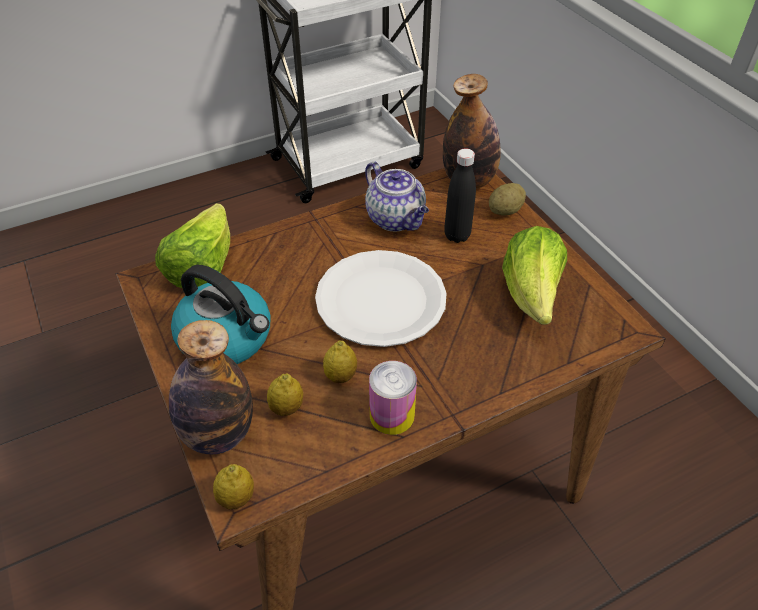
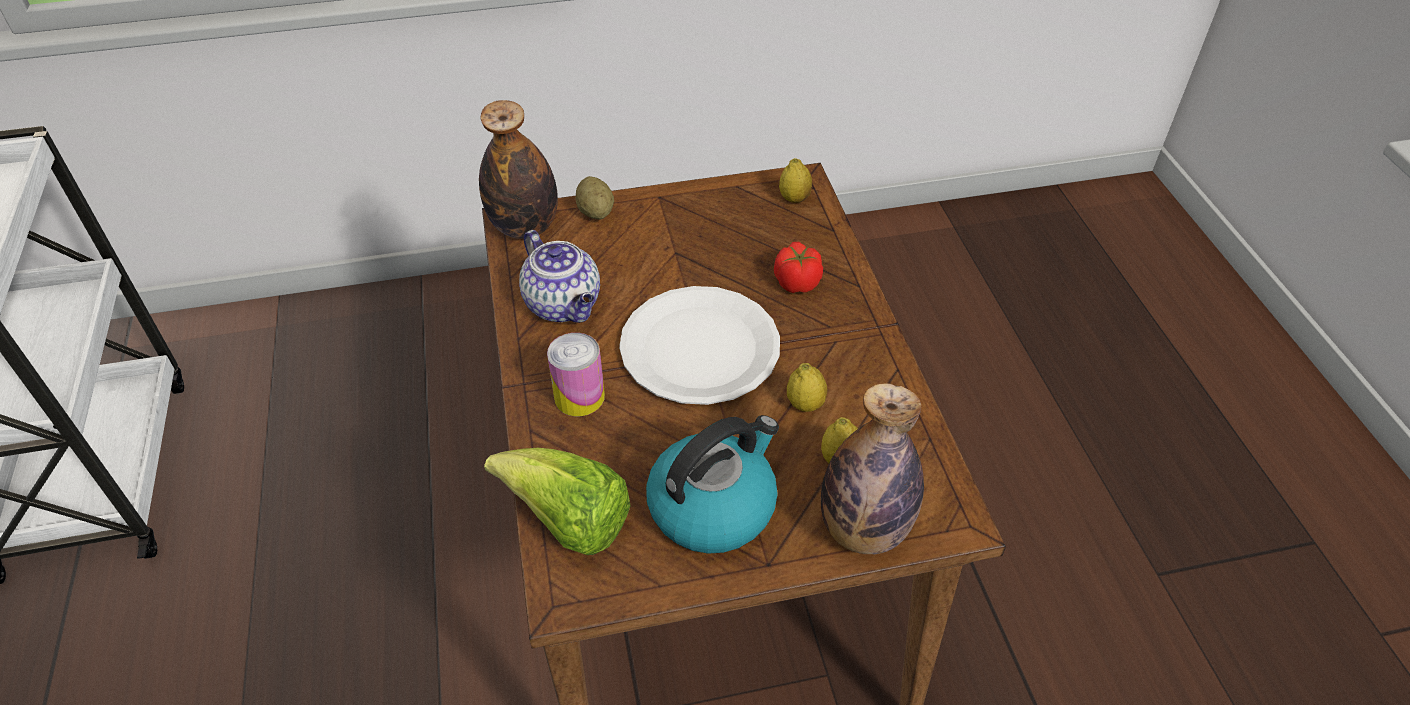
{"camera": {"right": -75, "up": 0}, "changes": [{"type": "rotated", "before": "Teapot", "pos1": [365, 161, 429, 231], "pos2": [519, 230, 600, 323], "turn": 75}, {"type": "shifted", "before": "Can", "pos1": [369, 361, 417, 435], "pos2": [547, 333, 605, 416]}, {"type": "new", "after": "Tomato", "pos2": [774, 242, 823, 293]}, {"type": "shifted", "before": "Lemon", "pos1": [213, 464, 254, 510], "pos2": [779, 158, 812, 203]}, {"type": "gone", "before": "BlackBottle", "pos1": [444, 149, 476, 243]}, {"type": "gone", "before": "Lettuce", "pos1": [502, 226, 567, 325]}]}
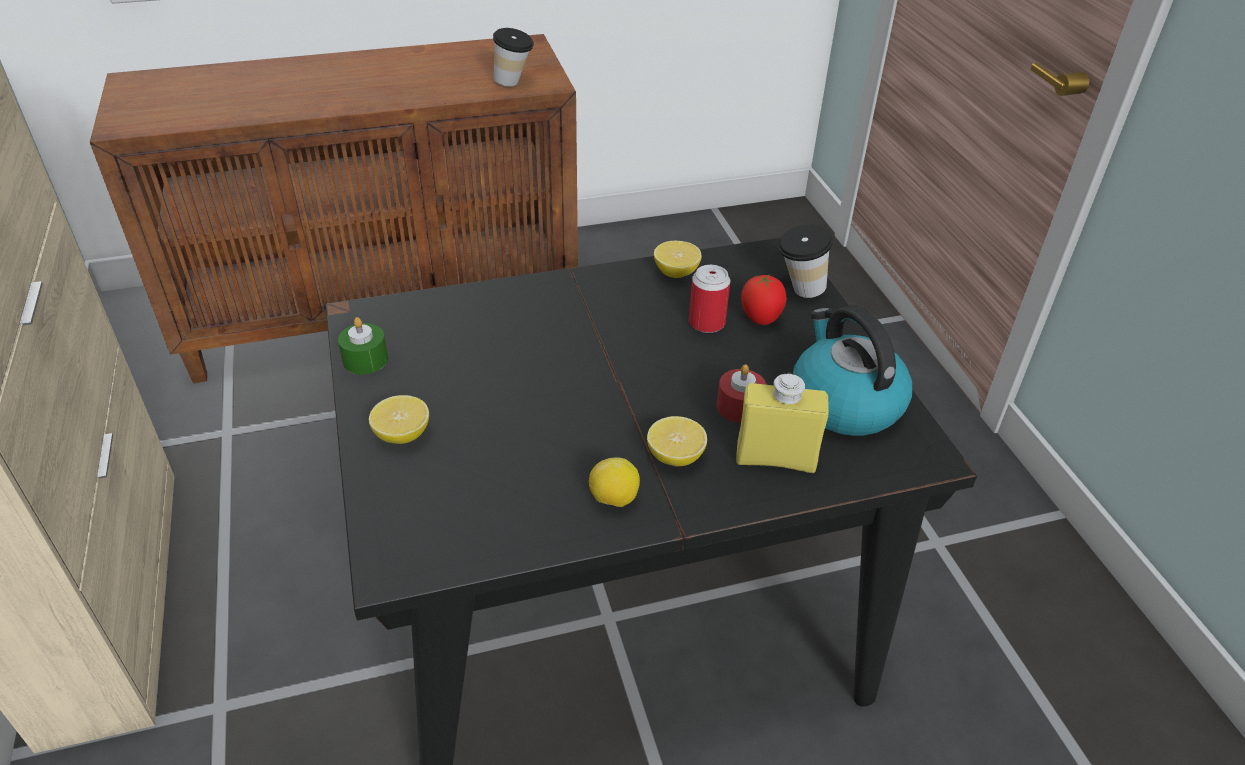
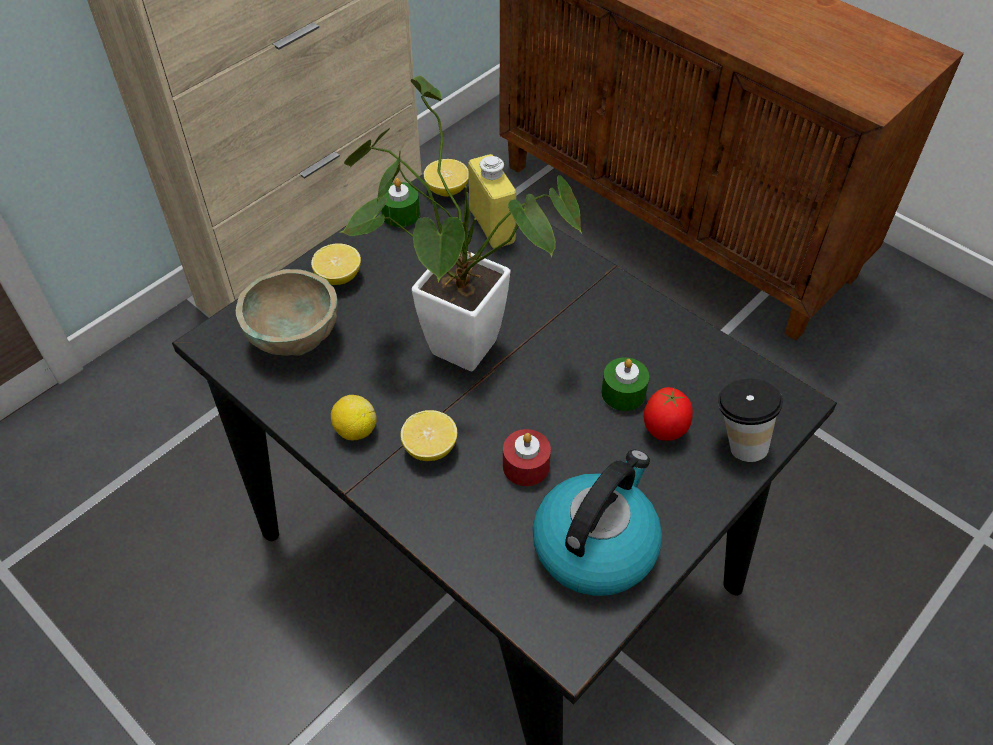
{"camera": {"right": 60, "up": 10}, "changes": [{"type": "new", "after": "BeigeBowl", "pos2": [236, 269, 338, 356]}, {"type": "new", "after": "PottedPlant", "pos2": [340, 75, 582, 371]}, {"type": "shifted", "before": "Lemon", "pos1": [654, 241, 702, 278], "pos2": [424, 159, 469, 196]}, {"type": "shifted", "before": "YellowBottle", "pos1": [736, 372, 829, 473], "pos2": [468, 154, 516, 248]}, {"type": "swapped", "before": "Can", "after": "GreenCandle", "pos1": [689, 265, 730, 333], "pos2": [601, 357, 649, 411]}, {"type": "gone", "before": "Cup", "pos1": [493, 28, 534, 87]}]}
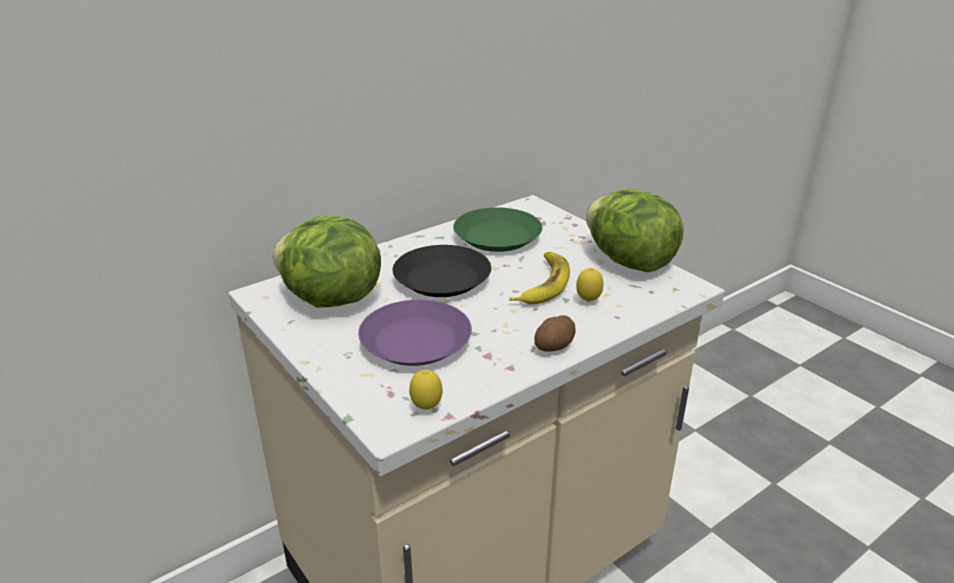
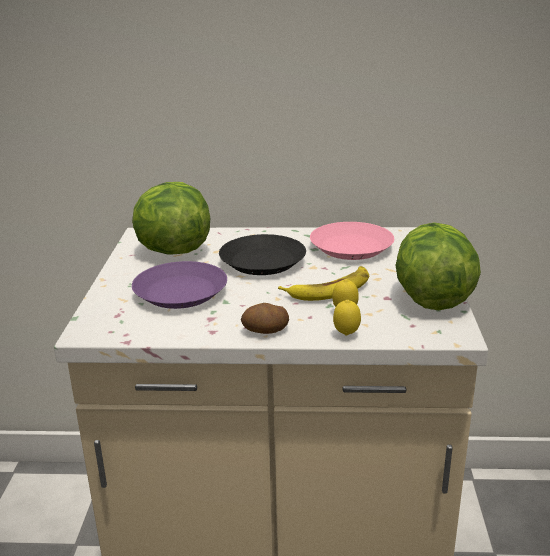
{"camera": {"right": 40, "up": -5}, "changes": [{"type": "repainted", "before": "GreenPlate", "after": "PinkPlate", "pos1": [453, 207, 542, 252], "pos2": [310, 222, 394, 260]}, {"type": "shifted", "before": "Lemon", "pos1": [409, 370, 443, 410], "pos2": [333, 300, 361, 335]}]}
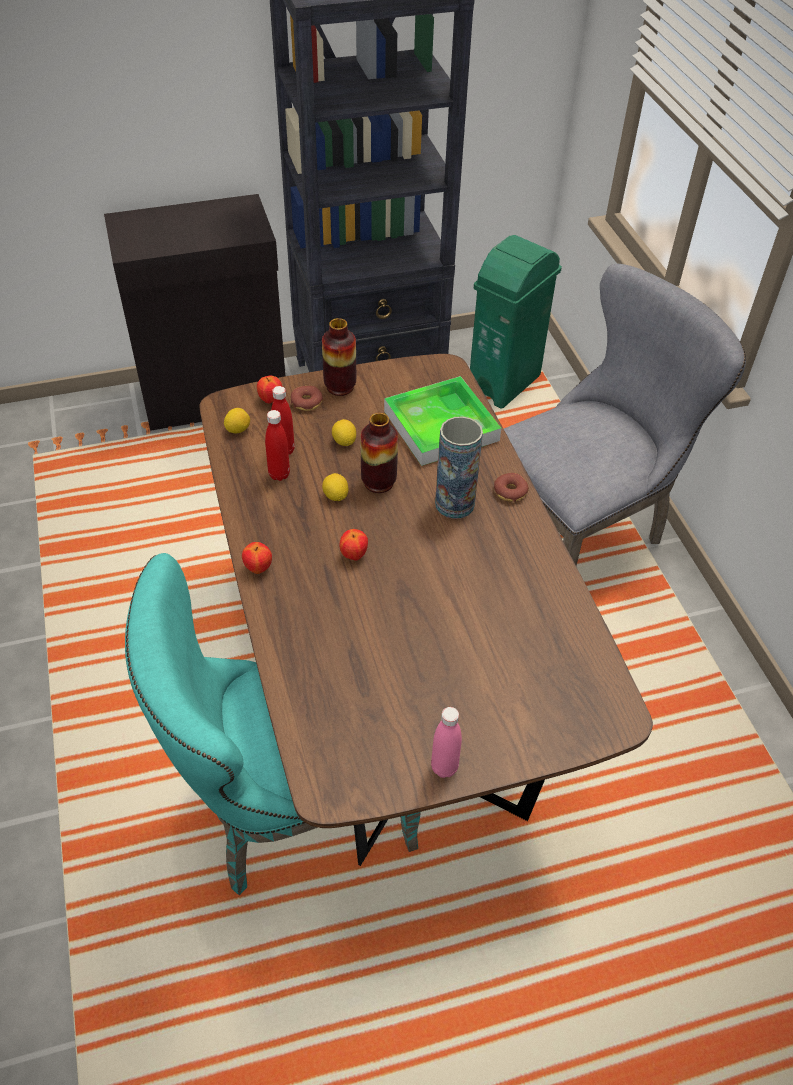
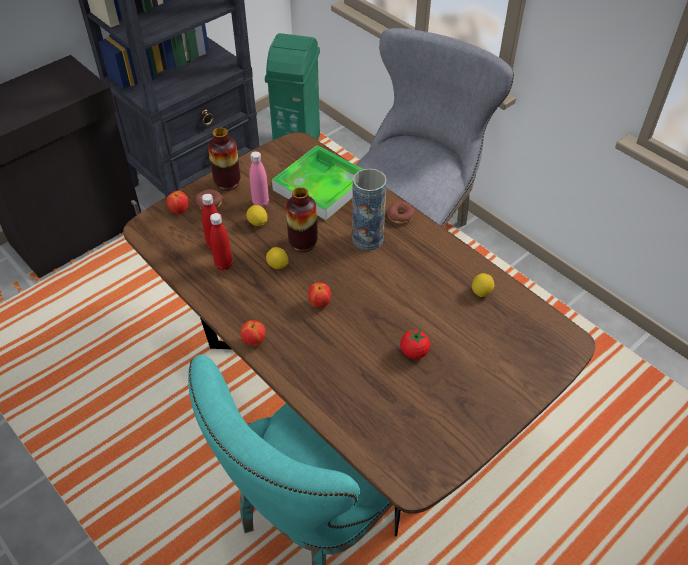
{"camera": {"right": -25, "up": 0}, "changes": [{"type": "shifted", "before": "PinkBottle", "pos1": [431, 707, 462, 778], "pos2": [249, 151, 269, 207]}, {"type": "new", "after": "Tomato", "pos2": [400, 329, 430, 359]}, {"type": "shifted", "before": "Lemon", "pos1": [224, 408, 250, 433], "pos2": [472, 273, 494, 297]}]}
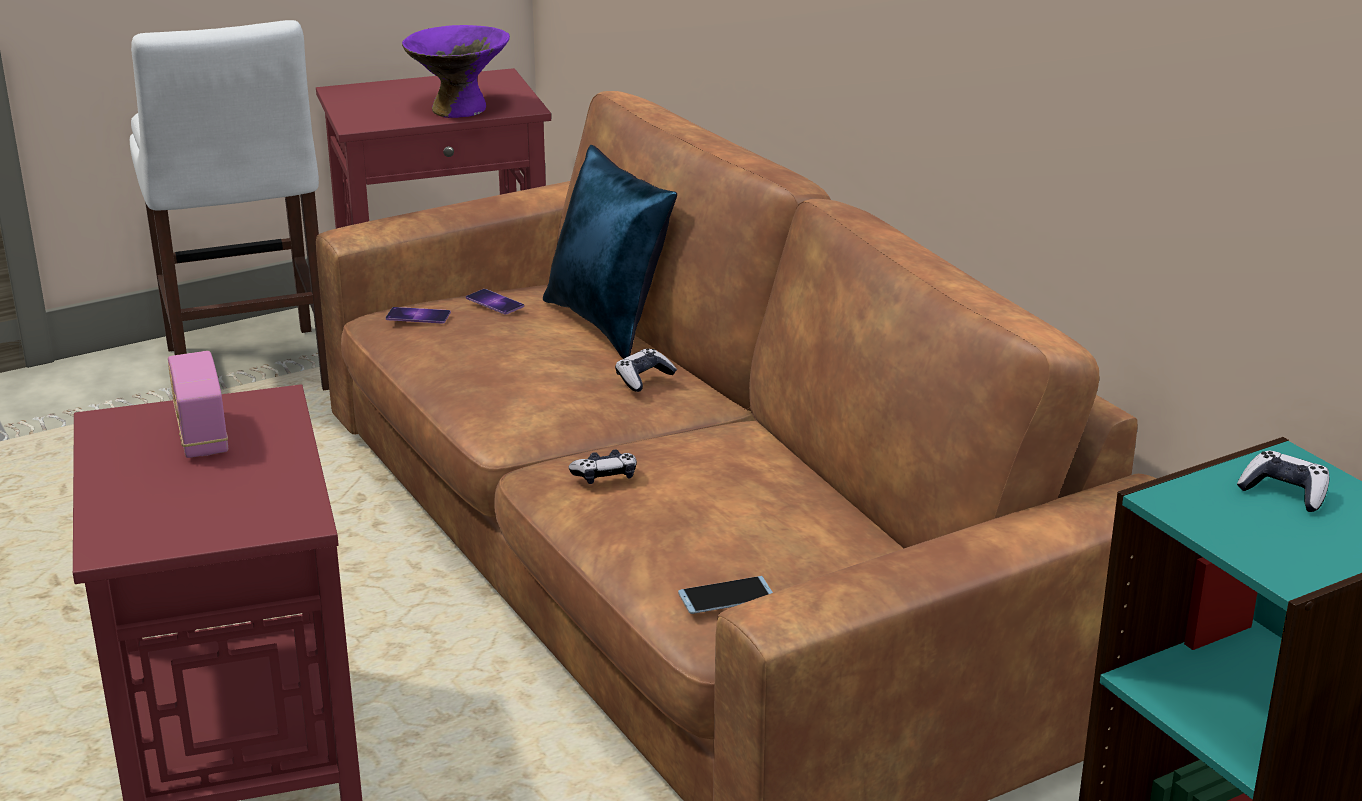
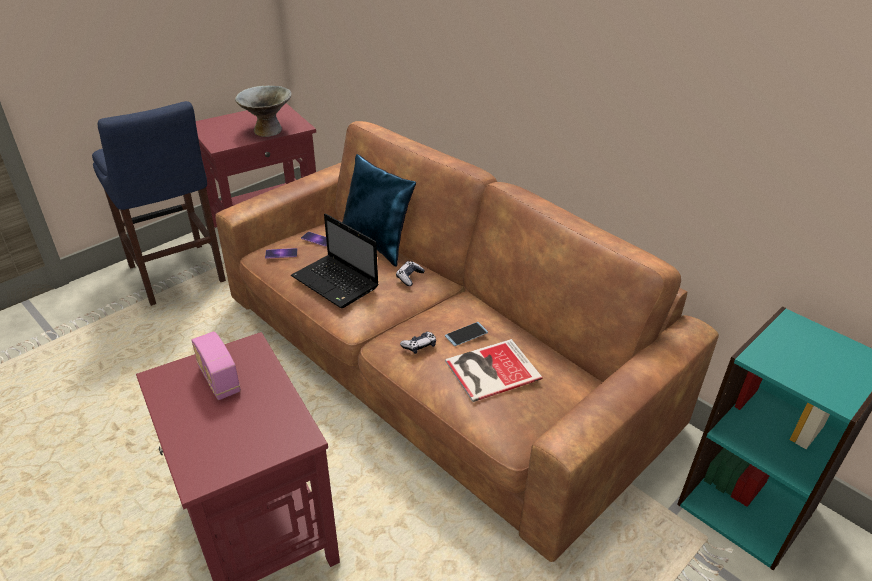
{"camera": {"right": -15, "up": 10}, "changes": [{"type": "repainted", "before": "WhiteStool", "after": "BlueStool", "pos1": [130, 20, 329, 390], "pos2": [92, 101, 226, 306]}, {"type": "repainted", "before": "PurpleBowl", "after": "GreyBowl", "pos1": [402, 25, 510, 118], "pos2": [235, 86, 292, 137]}, {"type": "new", "after": "Laptop", "pos2": [291, 213, 379, 308]}, {"type": "shifted", "before": "Phone", "pos1": [678, 576, 773, 614], "pos2": [445, 322, 488, 346]}, {"type": "new", "after": "Book", "pos2": [445, 339, 543, 402]}, {"type": "gone", "before": "GameController", "pos1": [1237, 450, 1329, 512]}]}
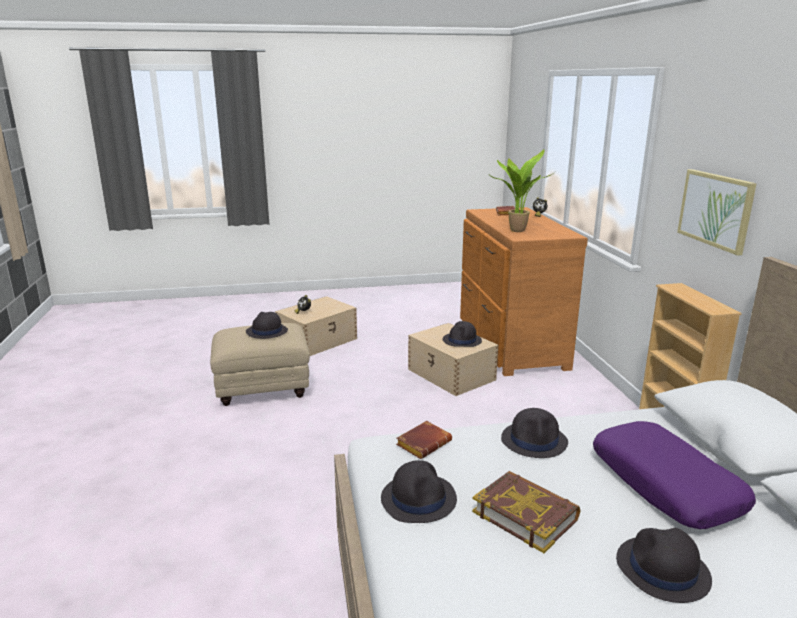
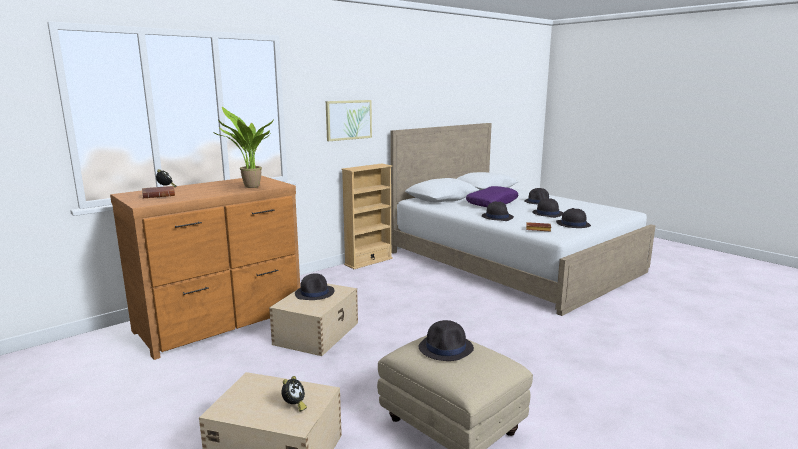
{"camera": {"right": -120, "up": -5}, "changes": [{"type": "swapped", "before": "Book", "after": "BlackHat", "pos1": [472, 471, 581, 553], "pos2": [532, 198, 563, 218]}]}
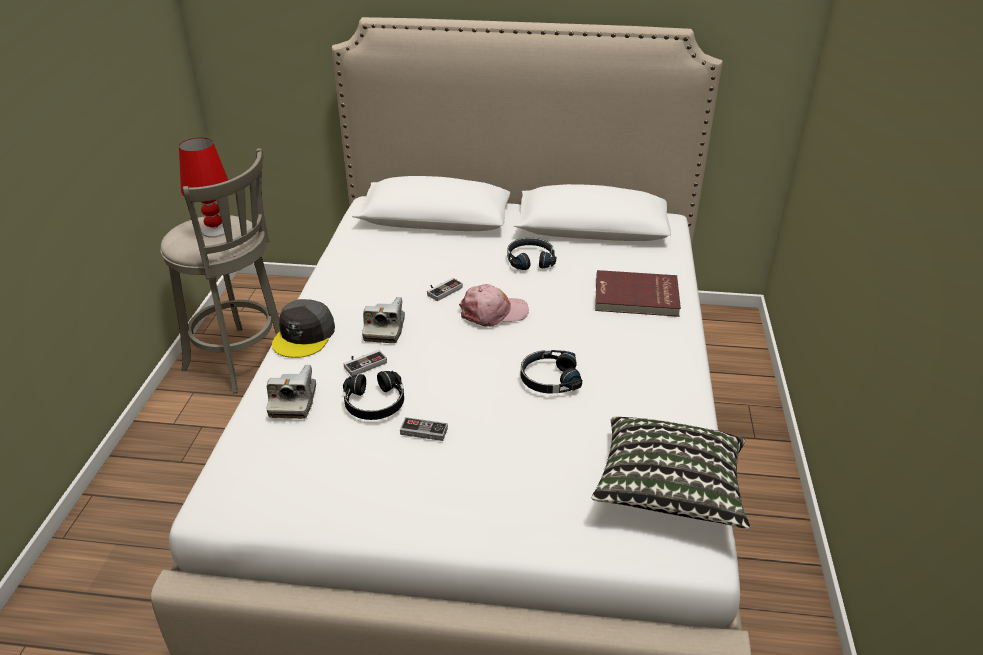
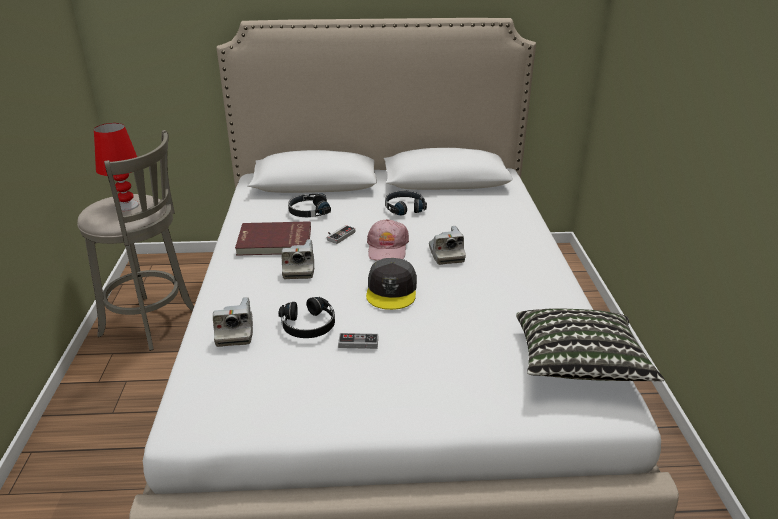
{"camera": {"right": -10, "up": -5}, "changes": [{"type": "shifted", "before": "RedBook", "pos1": [595, 270, 681, 317], "pos2": [235, 221, 311, 256]}, {"type": "shifted", "before": "BlackHeadphones", "pos1": [521, 350, 582, 393], "pos2": [288, 193, 331, 217]}, {"type": "shifted", "before": "GreyCap", "pos1": [272, 299, 335, 358], "pos2": [366, 258, 417, 310]}, {"type": "rotated", "before": "PinkCap", "pos1": [459, 284, 529, 327], "pos2": [367, 219, 409, 260], "turn": 120}, {"type": "new", "after": "PhotoCamera", "pos2": [429, 226, 466, 265]}, {"type": "gone", "before": "GameController", "pos1": [343, 350, 387, 376]}]}
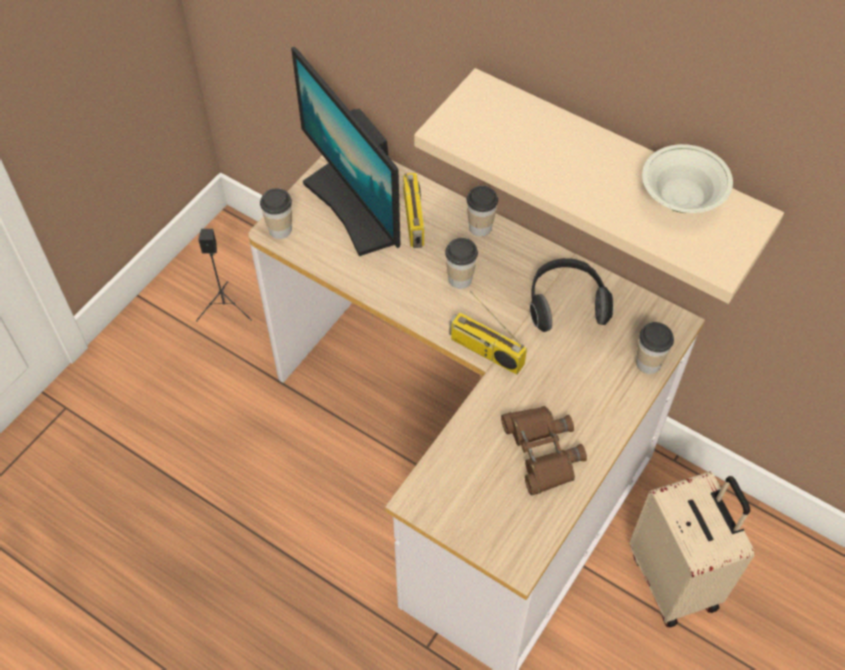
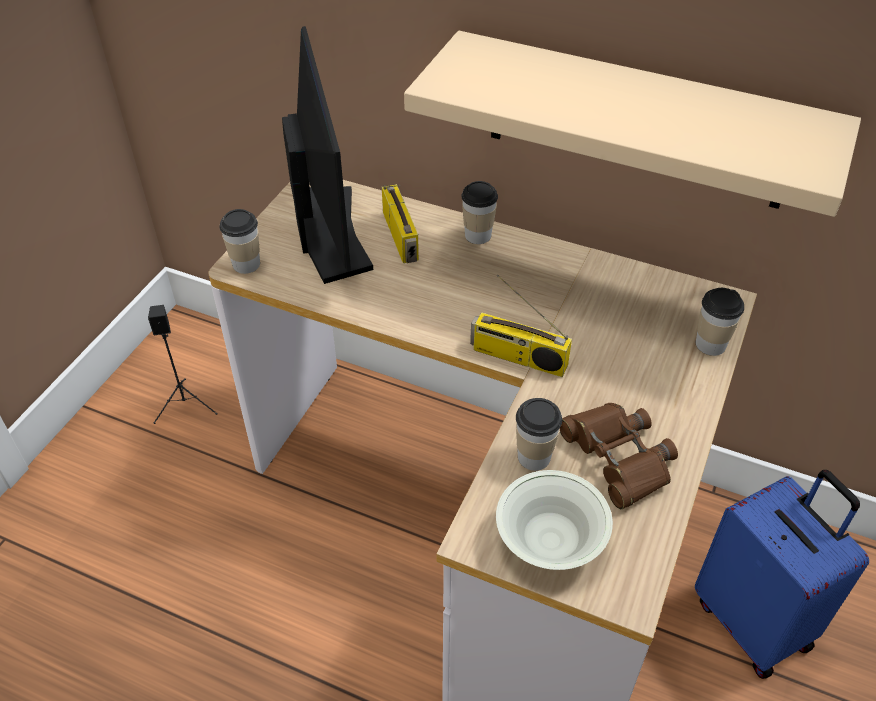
{"camera": {"right": -10, "up": -10}, "changes": [{"type": "rotated", "before": "Monitor", "pos1": [291, 47, 400, 256], "pos2": [282, 26, 373, 284], "turn": -150}, {"type": "shifted", "before": "WhiteBowl", "pos1": [642, 144, 733, 213], "pos2": [496, 470, 613, 570]}, {"type": "shifted", "before": "Cup", "pos1": [445, 238, 478, 289], "pos2": [516, 398, 562, 471]}, {"type": "repainted", "before": "BeigeSuitcase", "after": "BlueSuitcase", "pos1": [630, 471, 755, 627], "pos2": [695, 470, 869, 679]}, {"type": "gone", "before": "Headphones", "pos1": [529, 258, 614, 332]}]}
